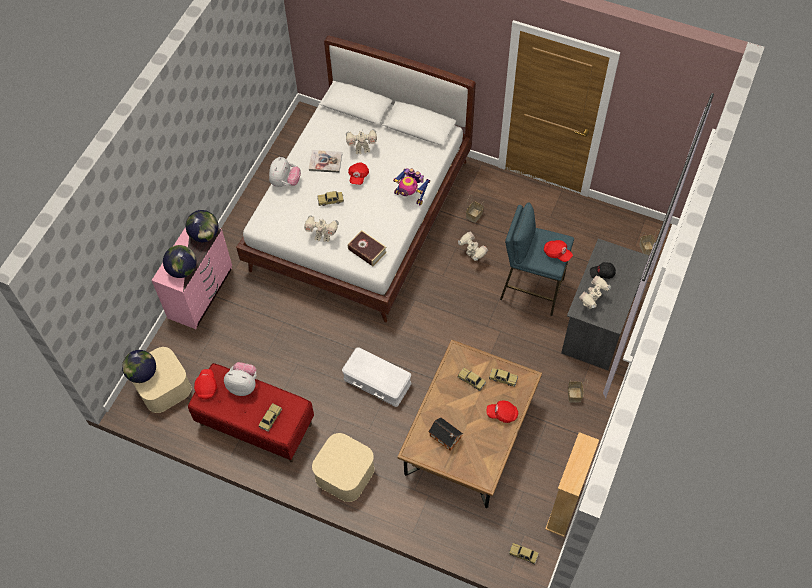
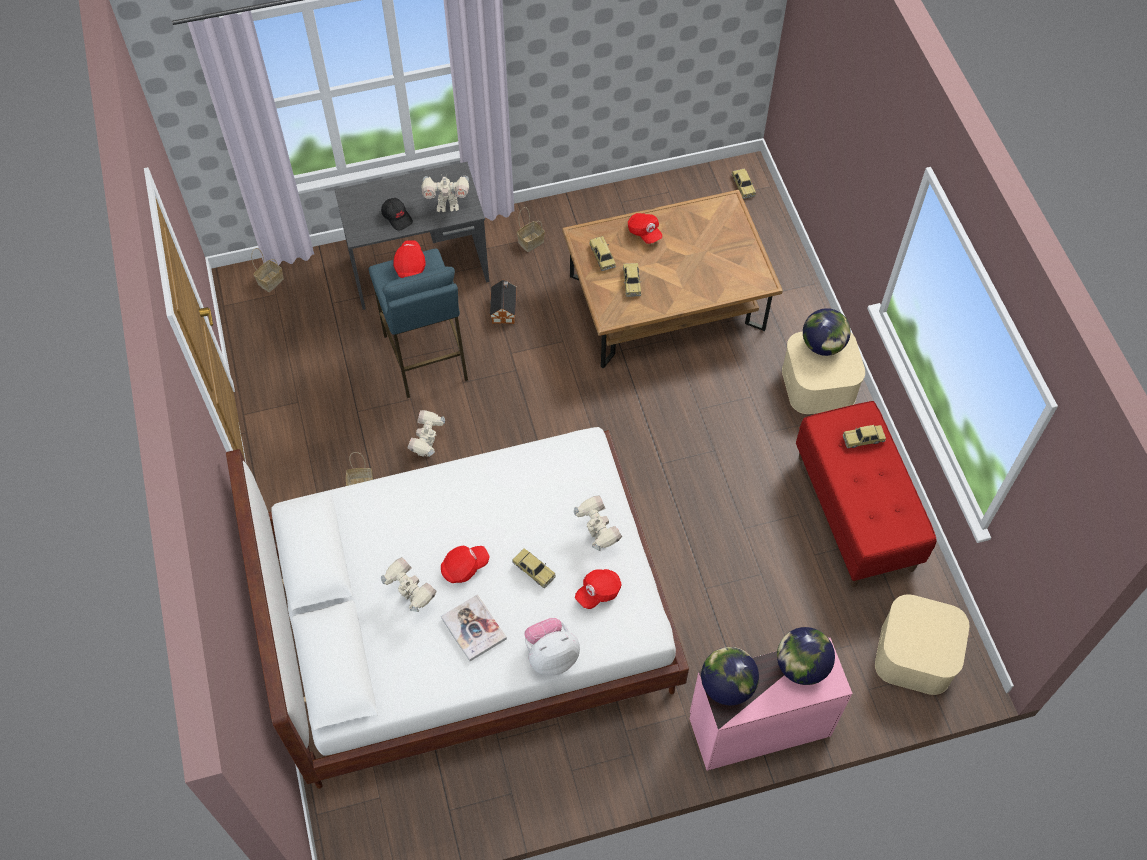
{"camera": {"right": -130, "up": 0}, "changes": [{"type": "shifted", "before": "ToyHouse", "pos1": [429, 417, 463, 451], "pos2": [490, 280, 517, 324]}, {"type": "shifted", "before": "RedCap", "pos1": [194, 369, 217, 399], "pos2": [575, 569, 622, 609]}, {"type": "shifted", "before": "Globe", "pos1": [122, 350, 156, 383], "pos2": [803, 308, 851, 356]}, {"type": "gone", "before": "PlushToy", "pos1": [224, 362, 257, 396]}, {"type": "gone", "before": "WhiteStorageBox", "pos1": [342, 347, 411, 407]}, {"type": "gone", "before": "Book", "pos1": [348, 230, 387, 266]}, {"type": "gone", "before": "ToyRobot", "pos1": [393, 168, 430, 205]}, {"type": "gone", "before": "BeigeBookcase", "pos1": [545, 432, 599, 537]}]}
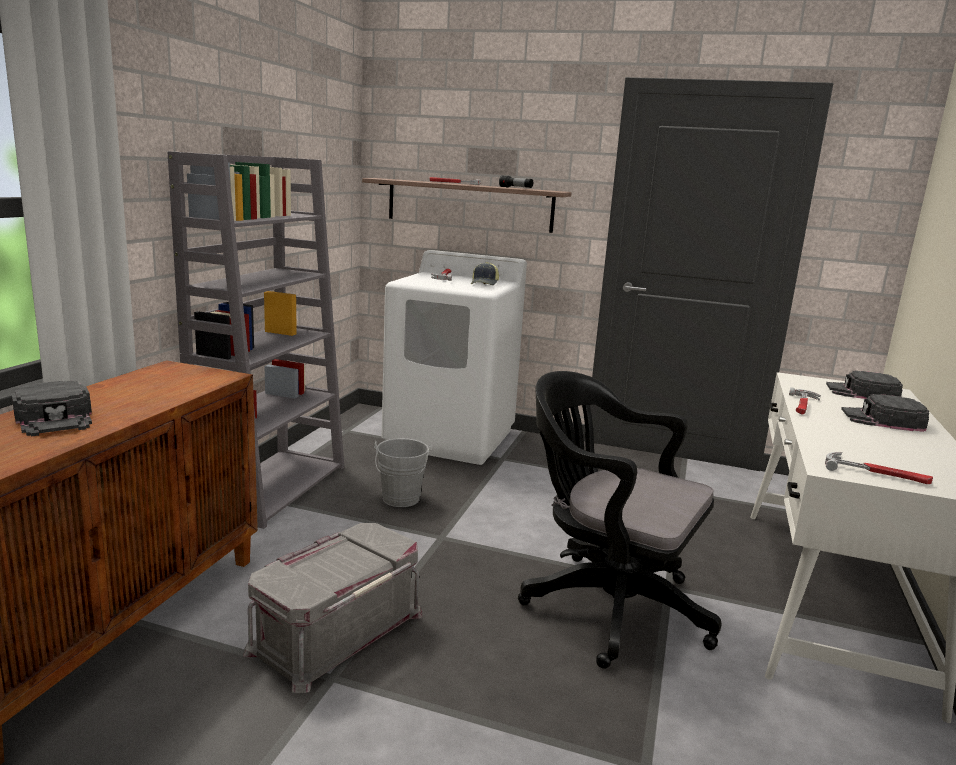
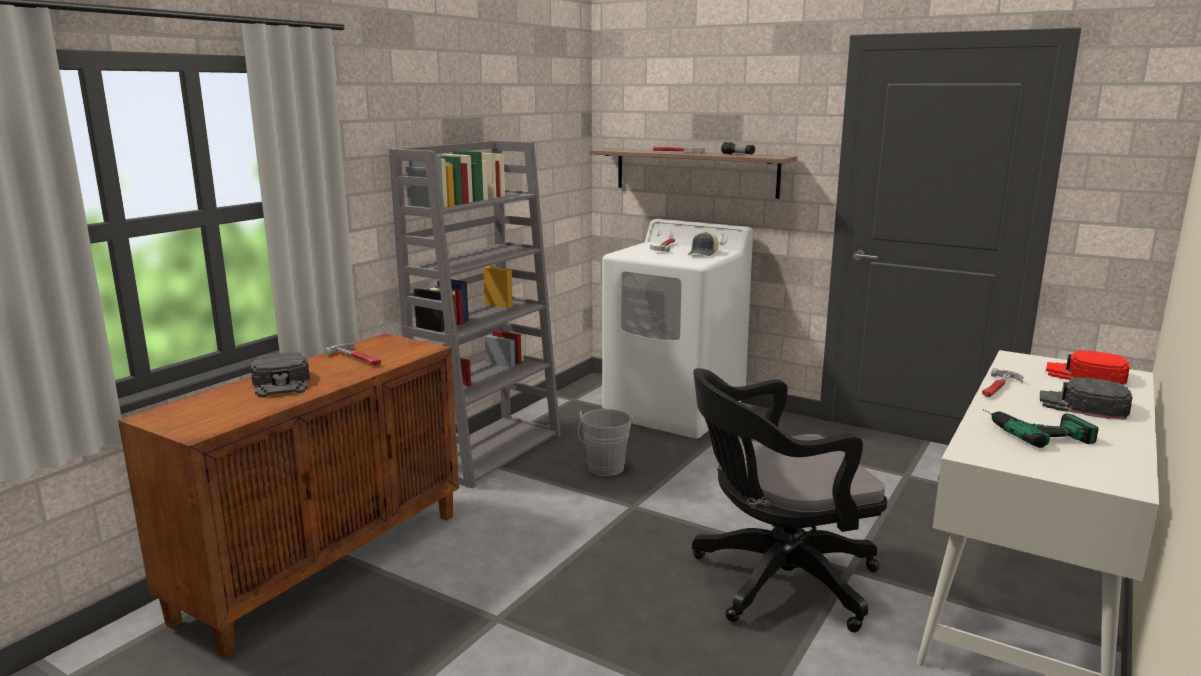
{"camera": {"right": 15, "up": 0}, "changes": [{"type": "shifted", "before": "Hammer", "pos1": [825, 452, 933, 484], "pos2": [324, 344, 381, 365]}, {"type": "rotated", "before": "BlackOfficeChair", "pos1": [518, 371, 721, 669], "pos2": [692, 368, 887, 633], "turn": -60}, {"type": "new", "after": "PowerDrill", "pos2": [982, 409, 1099, 448]}, {"type": "repainted", "before": "BlackCap", "after": "RedCap", "pos1": [826, 370, 903, 399], "pos2": [1046, 350, 1130, 384]}, {"type": "gone", "before": "GreyStorageBox", "pos1": [243, 523, 422, 693]}]}
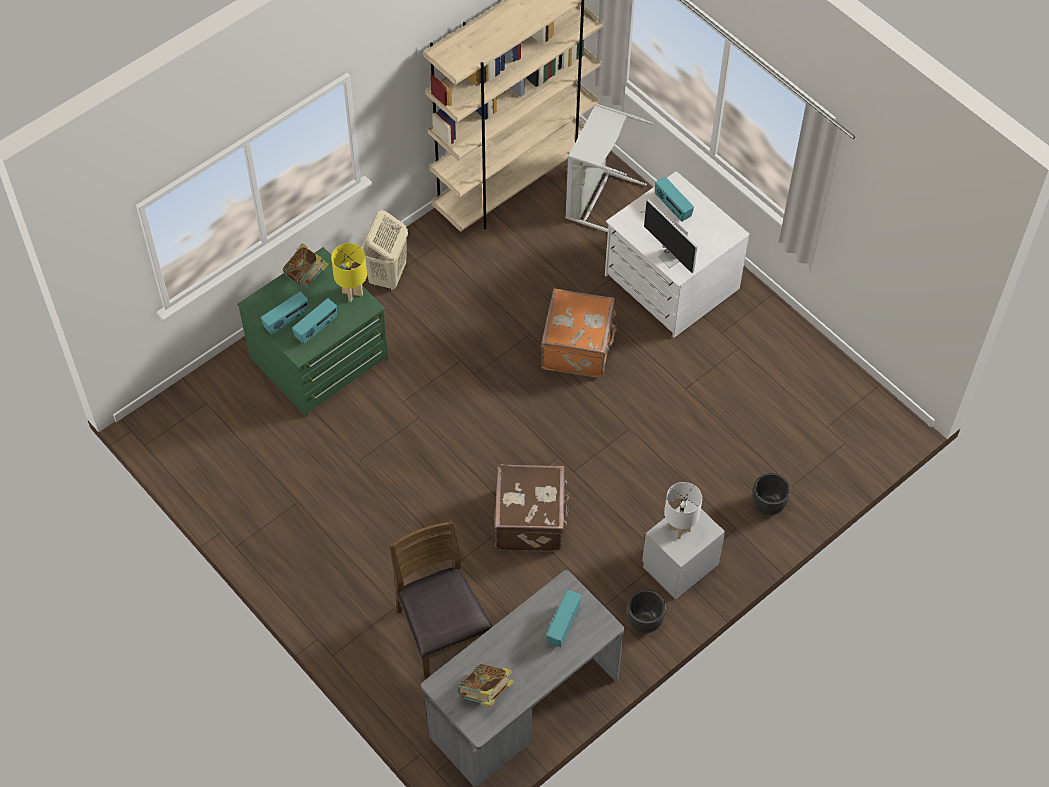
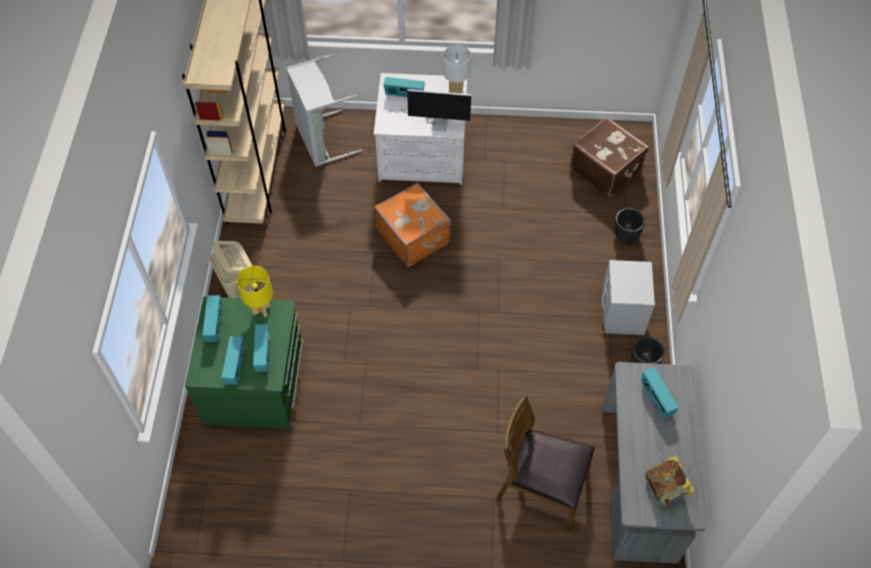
{"camera": {"right": -45, "up": 0}, "changes": [{"type": "swapped", "before": "Book", "after": "Radio", "pos1": [283, 243, 329, 288], "pos2": [202, 295, 223, 342]}, {"type": "shifted", "before": "WhiteTableLamp", "pos1": [664, 482, 702, 539], "pos2": [443, 45, 471, 94]}, {"type": "shifted", "before": "BrownSuitcase", "pos1": [495, 464, 570, 552], "pos2": [570, 117, 649, 197]}]}
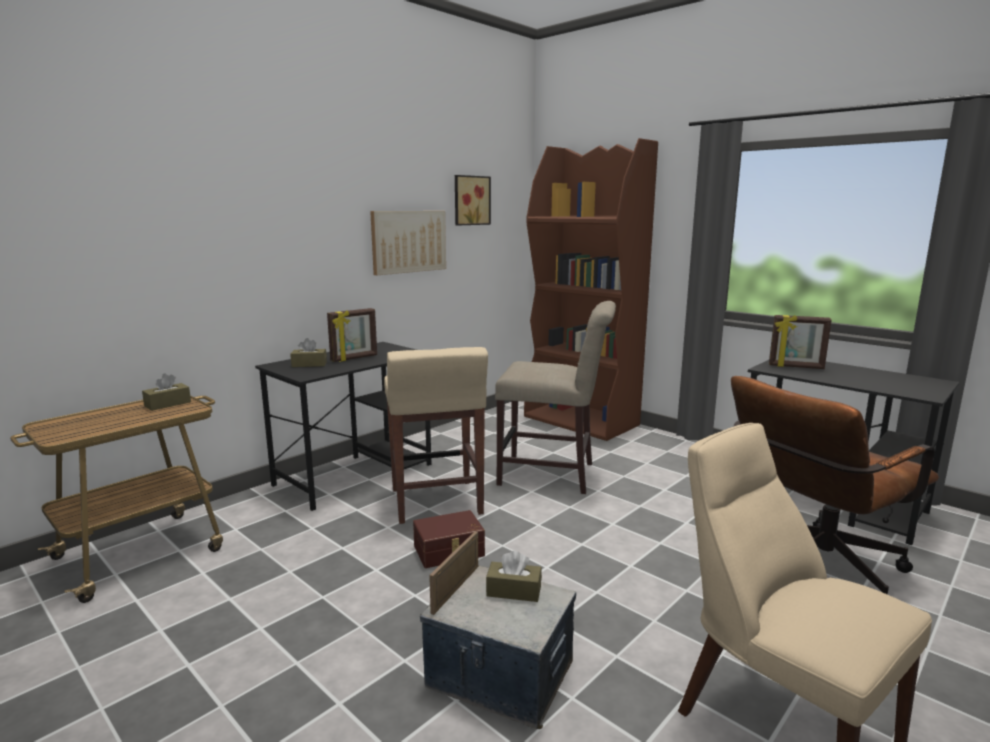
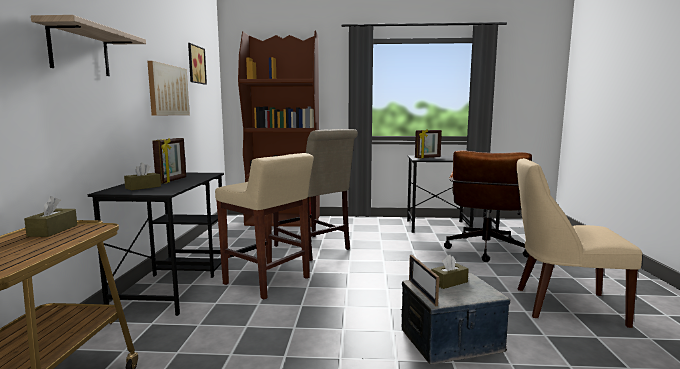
{"camera": {"right": -40, "up": -5}, "changes": [{"type": "new", "after": "Shelf", "pos2": [31, 15, 146, 76]}, {"type": "rotated", "before": "BeigeChair", "pos1": [495, 301, 616, 494], "pos2": [273, 129, 358, 261], "turn": 75}, {"type": "gone", "before": "BrownStorageBox", "pos1": [413, 510, 485, 568]}]}
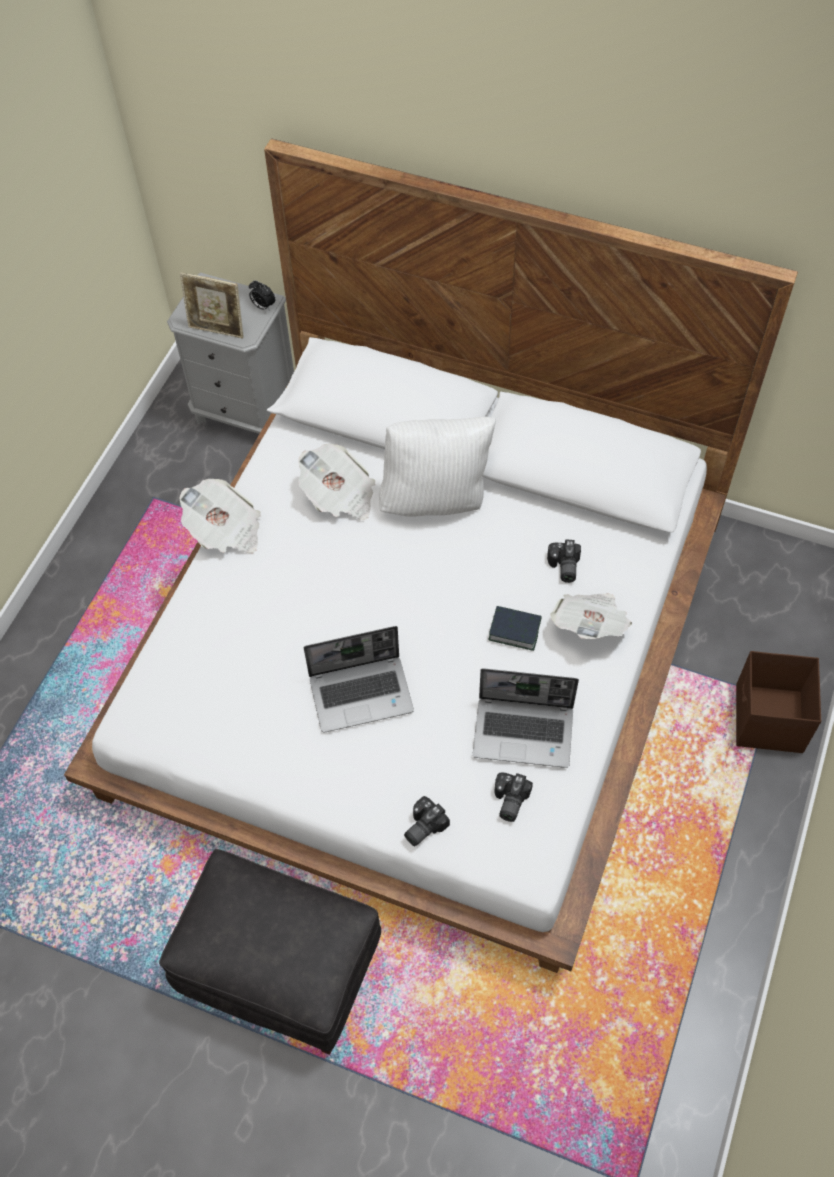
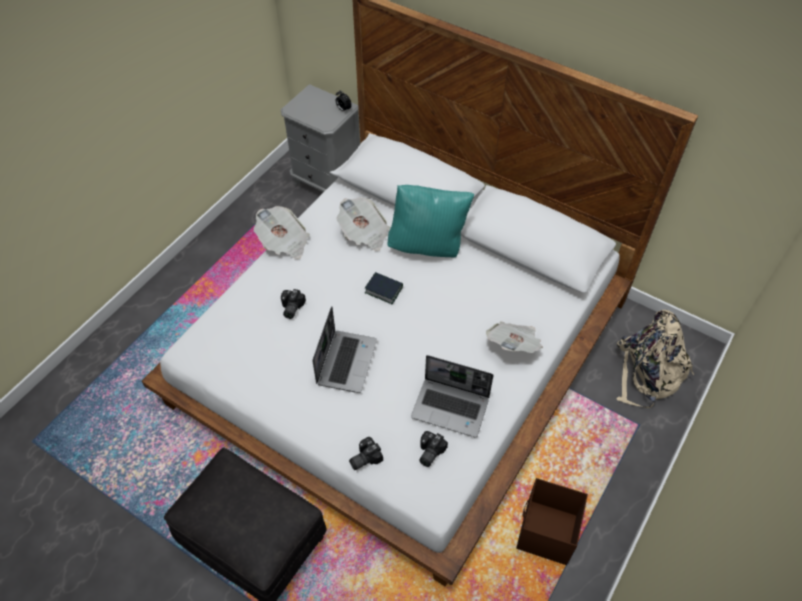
{"camera": {"right": 10, "up": -5}, "changes": [{"type": "shifted", "before": "PhotoCamera", "pos1": [547, 540, 581, 583], "pos2": [281, 289, 306, 319]}, {"type": "rotated", "before": "Laptop", "pos1": [304, 626, 414, 732], "pos2": [313, 306, 377, 393], "turn": -75}, {"type": "shifted", "before": "Book", "pos1": [489, 606, 542, 651], "pos2": [365, 272, 403, 304]}, {"type": "repainted", "before": "WhitePillow", "after": "TurquoisePillow", "pos1": [379, 417, 496, 517], "pos2": [387, 185, 474, 257]}, {"type": "shifted", "before": "BrownStorageBox", "pos1": [736, 651, 821, 753], "pos2": [516, 478, 588, 565]}, {"type": "new", "after": "BeigeBackpack", "pos2": [616, 310, 694, 408]}, {"type": "gone", "before": "PictureFrame", "pos1": [180, 272, 244, 338]}]}
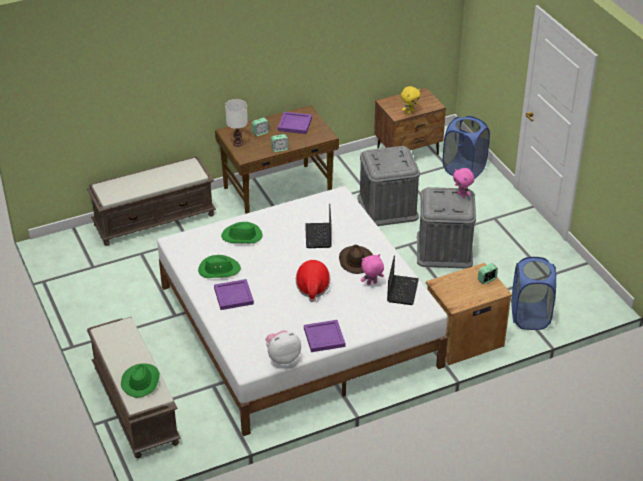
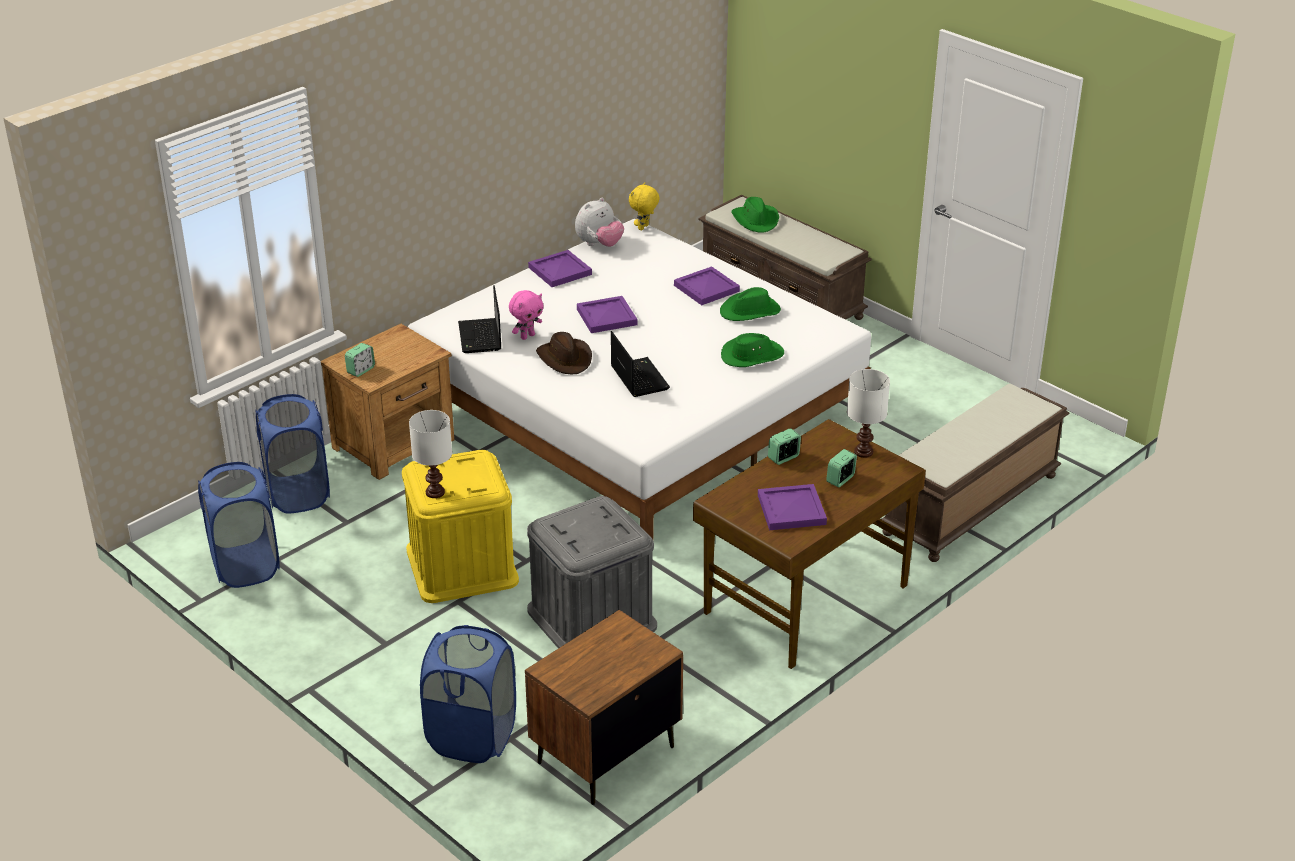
{"camera": {"right": 160, "up": -5}, "changes": [{"type": "new", "after": "BlueLaundryBasket", "pos2": [198, 462, 280, 588]}, {"type": "repainted", "before": "GreyStorageBox", "after": "YellowStorageBox", "pos1": [417, 187, 476, 269], "pos2": [402, 450, 519, 603]}, {"type": "swapped", "before": "PinkPlushToy", "after": "WhiteTableLamp", "pos1": [453, 168, 474, 198], "pos2": [409, 410, 452, 498]}, {"type": "swapped", "before": "Hat", "after": "PurpleTray", "pos1": [296, 260, 330, 302], "pos2": [577, 296, 637, 333]}, {"type": "shifted", "before": "YellowPlushToy", "pos1": [401, 86, 421, 114], "pos2": [629, 182, 660, 230]}]}
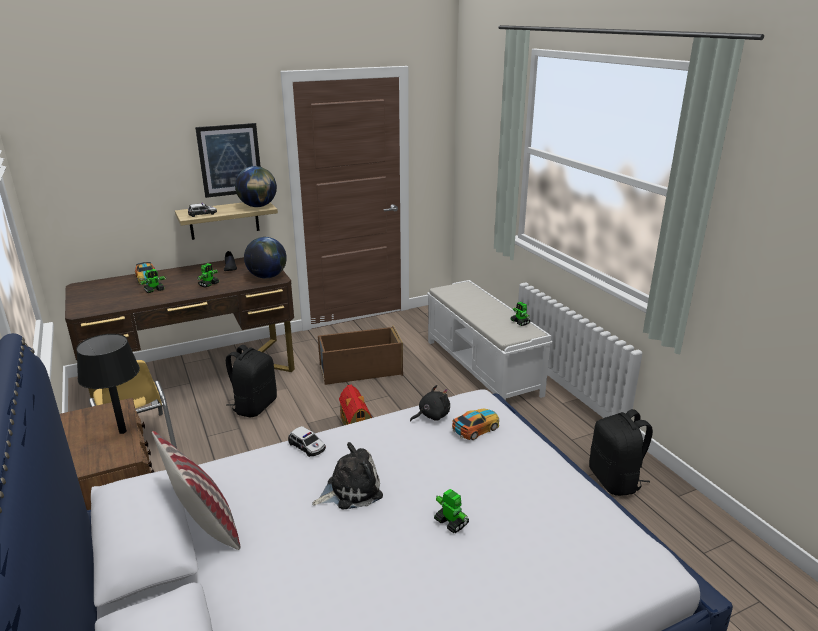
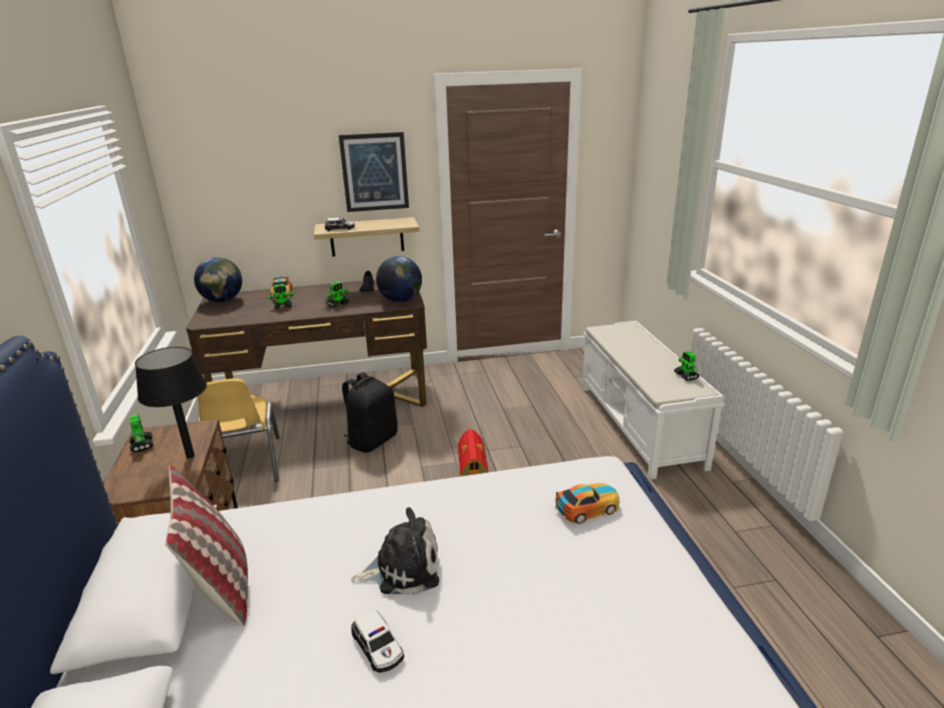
{"camera": {"right": 15, "up": 0}, "changes": [{"type": "shifted", "before": "ToyRobot", "pos1": [434, 489, 469, 533], "pos2": [129, 414, 153, 453]}, {"type": "shifted", "before": "Globe", "pos1": [235, 166, 277, 207], "pos2": [194, 257, 242, 302]}, {"type": "shifted", "before": "ToyCar", "pos1": [288, 426, 326, 457], "pos2": [351, 609, 404, 673]}, {"type": "gone", "before": "BrownStorageBox", "pos1": [318, 325, 403, 385]}, {"type": "gone", "before": "BlackPlushToy", "pos1": [410, 385, 450, 422]}, {"type": "gone", "before": "BlackBackpack", "pos1": [589, 409, 653, 496]}]}
